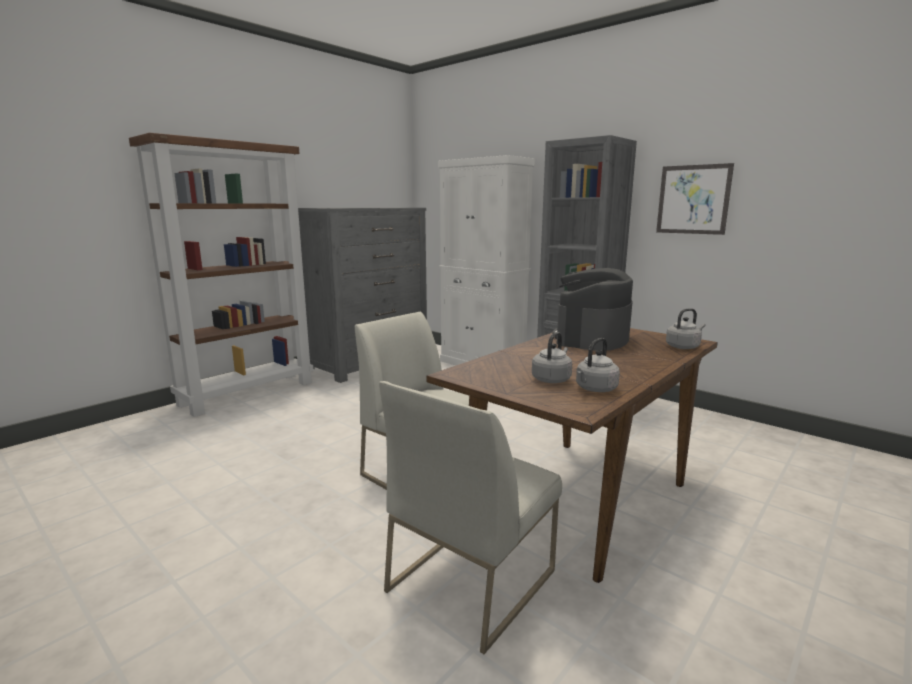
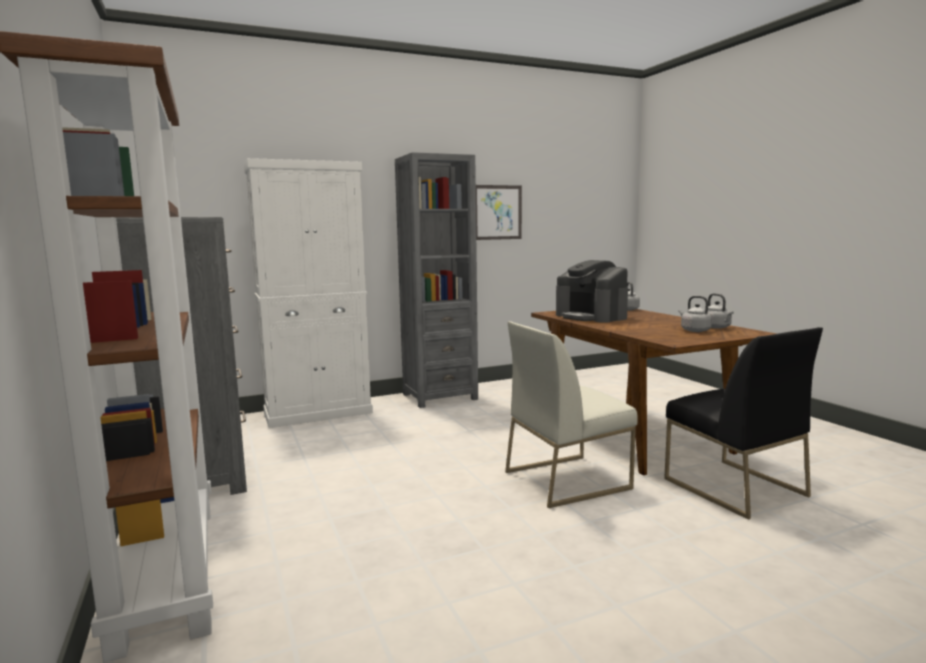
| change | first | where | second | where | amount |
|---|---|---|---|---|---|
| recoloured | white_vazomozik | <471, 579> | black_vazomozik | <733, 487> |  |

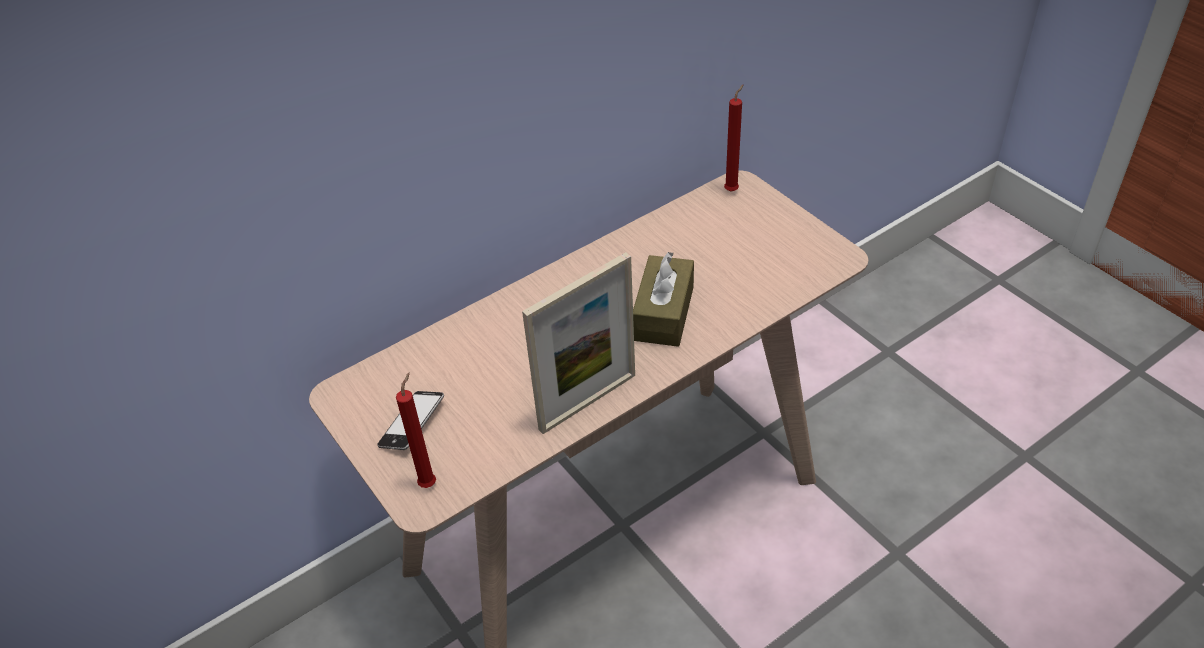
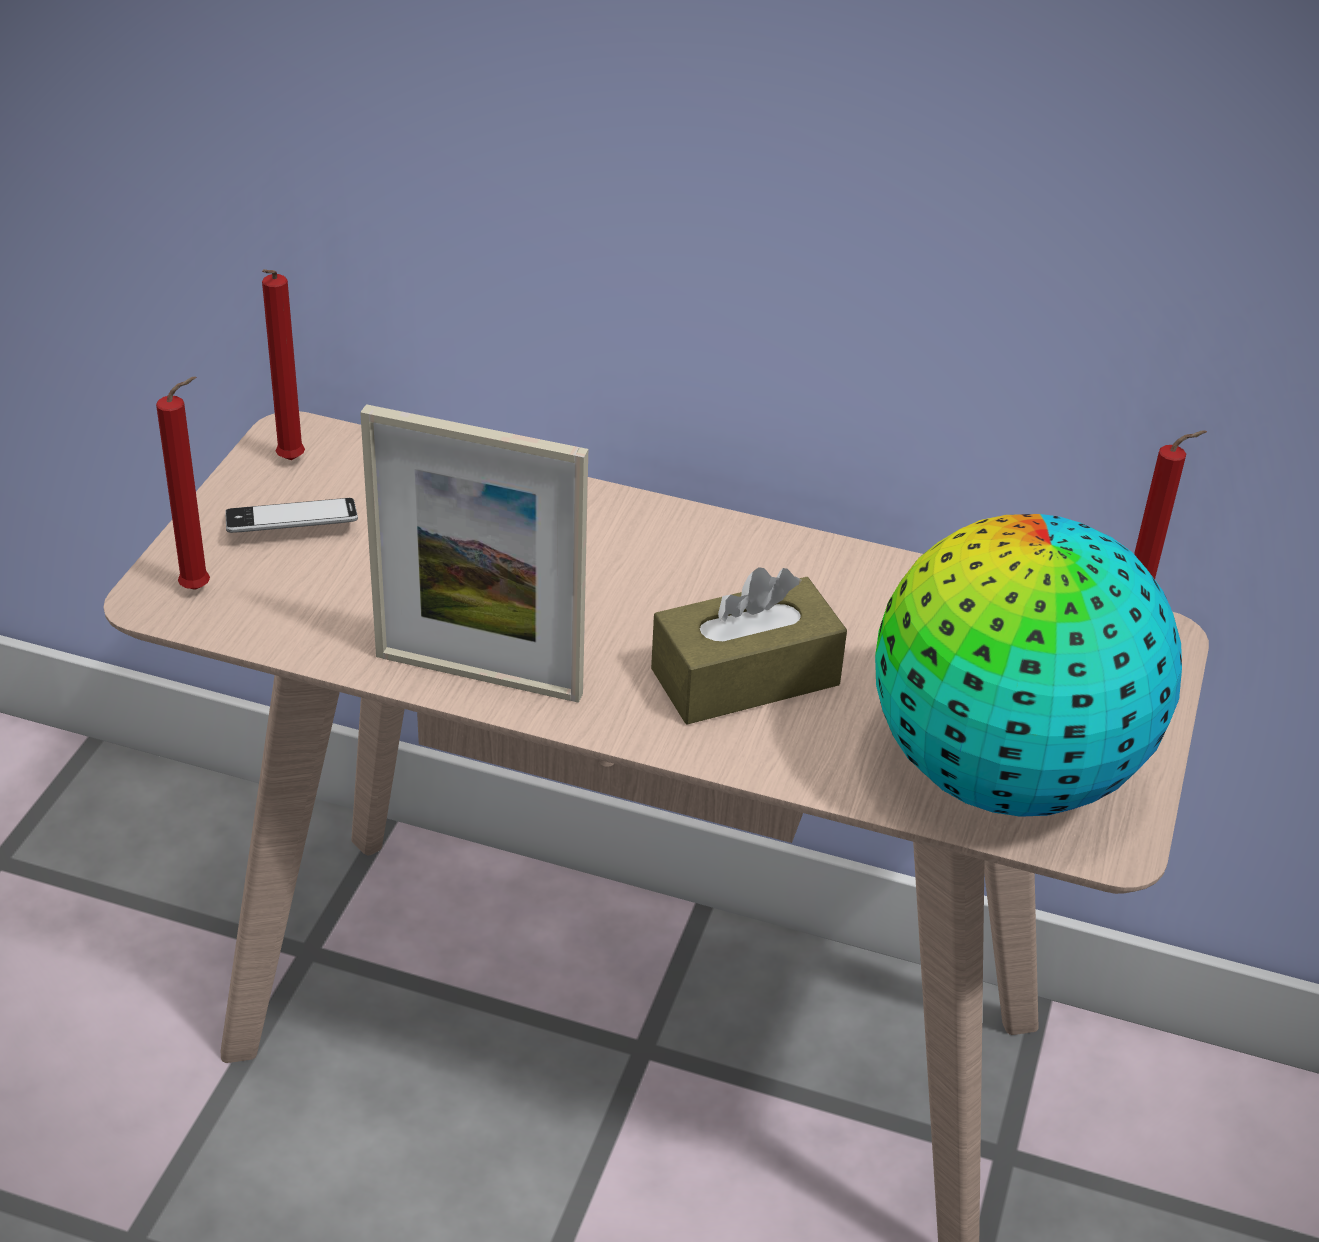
| change | first | where | second | where | amount |
|---|---|---|---|---|---|
| added |  |  | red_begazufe | <288, 462> |  |
| added |  |  | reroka | <1003, 774> |  |

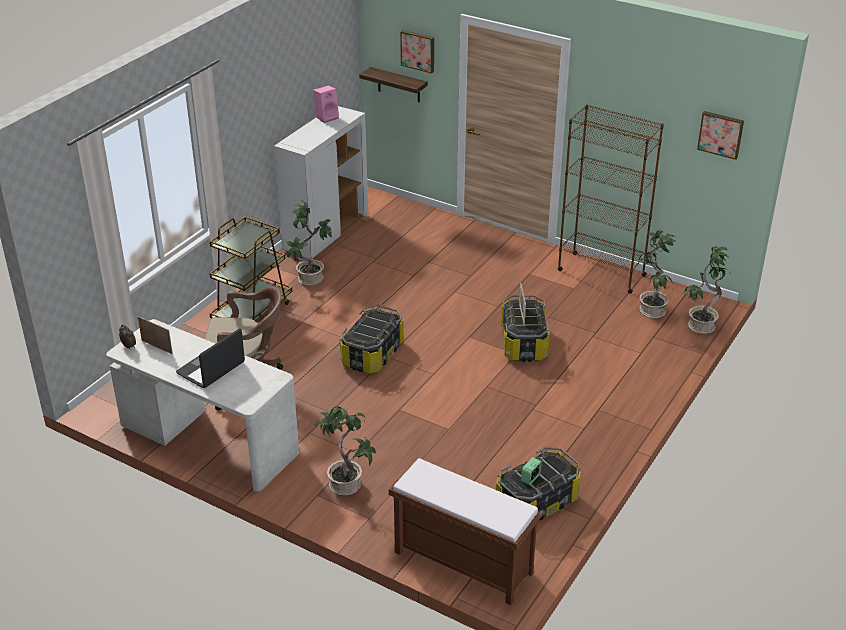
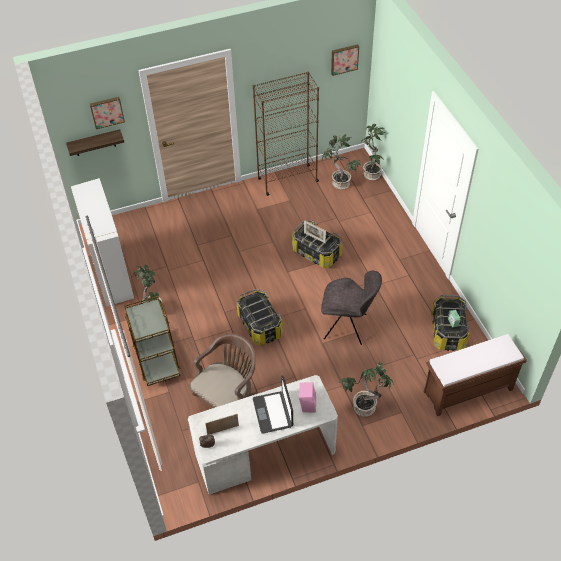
| change | first | where | second | where | amount |
|---|---|---|---|---|---|
| moved | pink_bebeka | <327, 117> |  | <307, 404> |  |
| added |  |  | grey_vazomozik | <347, 327> |  |

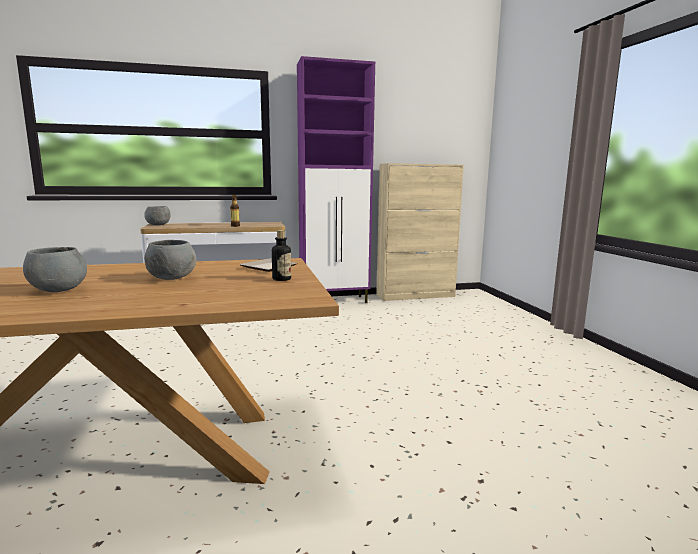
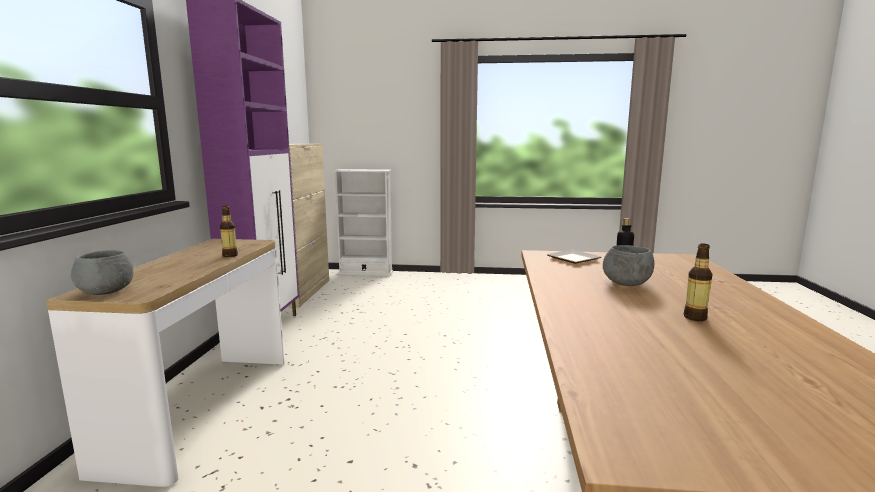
| change | first | where | second | where | amount |
|---|---|---|---|---|---|
| added |  |  | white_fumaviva | <366, 273> |  |
| replaced | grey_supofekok | <59, 290> | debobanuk | <695, 317> |  |

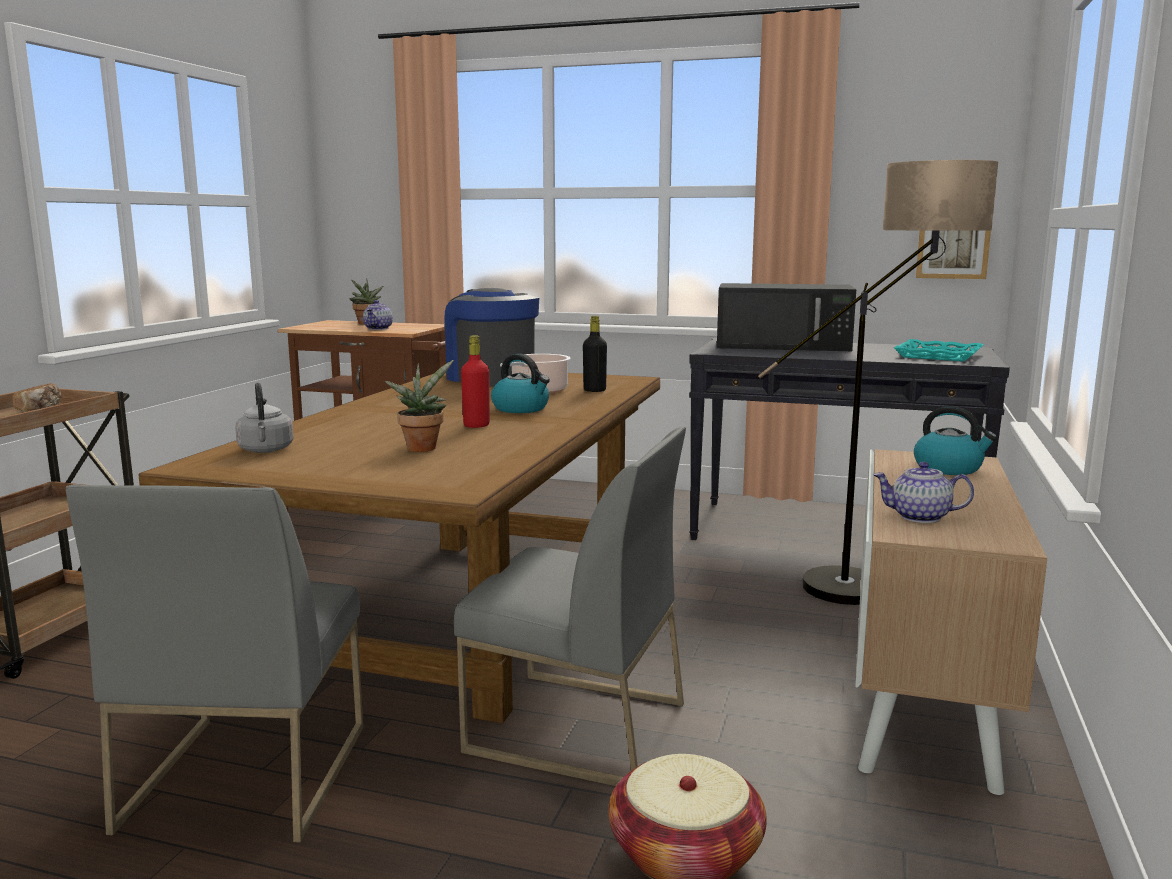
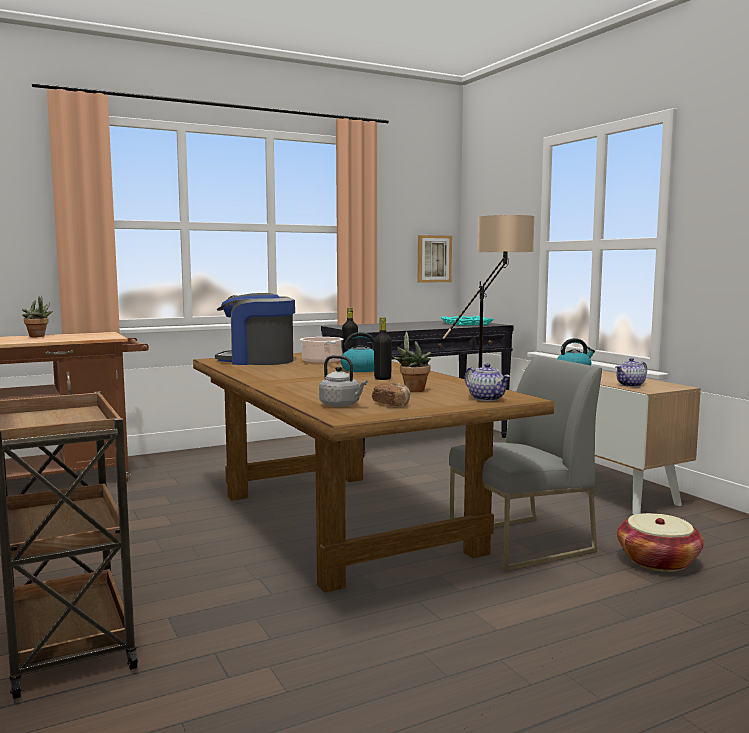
| change | first | where | second | where | amount |
|---|---|---|---|---|---|
| moved | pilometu | <40, 409> |  | <392, 404> |  |
| recoloured | red_debobanuk | <476, 425> | black_debobanuk | <382, 378> |  |
| moved | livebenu | <378, 328> |  | <487, 398> |  |
| removed | grey_vazomozik | <246, 774> |  |  |  |
| removed | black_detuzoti | <785, 345> |  |  |  |

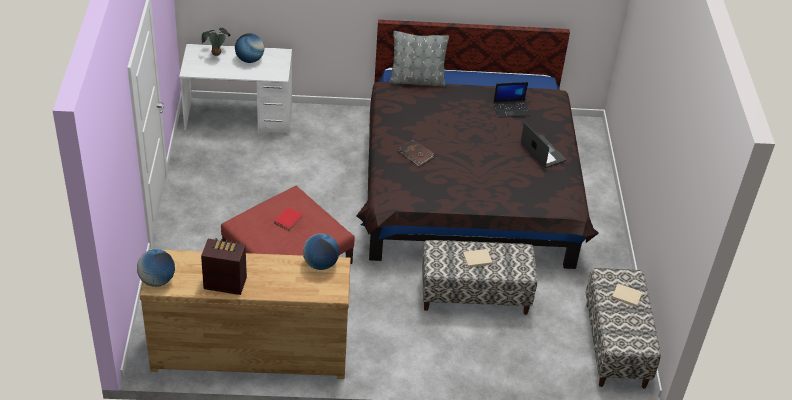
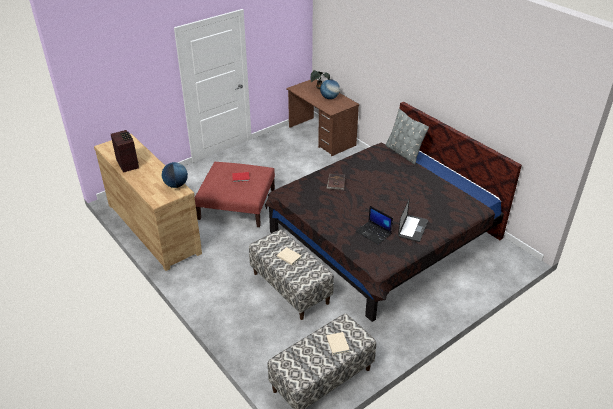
| change | first | where | second | where | amount |
|---|---|---|---|---|---|
| recoloured | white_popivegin | <239, 117> | brown_popivegin | <321, 136> |  |
| moved | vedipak | <512, 109> |  | <374, 233> |  |
| removed | reroka | <157, 280> |  |  |  |

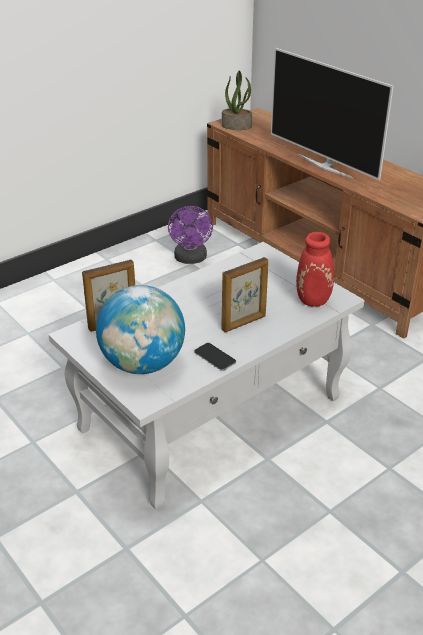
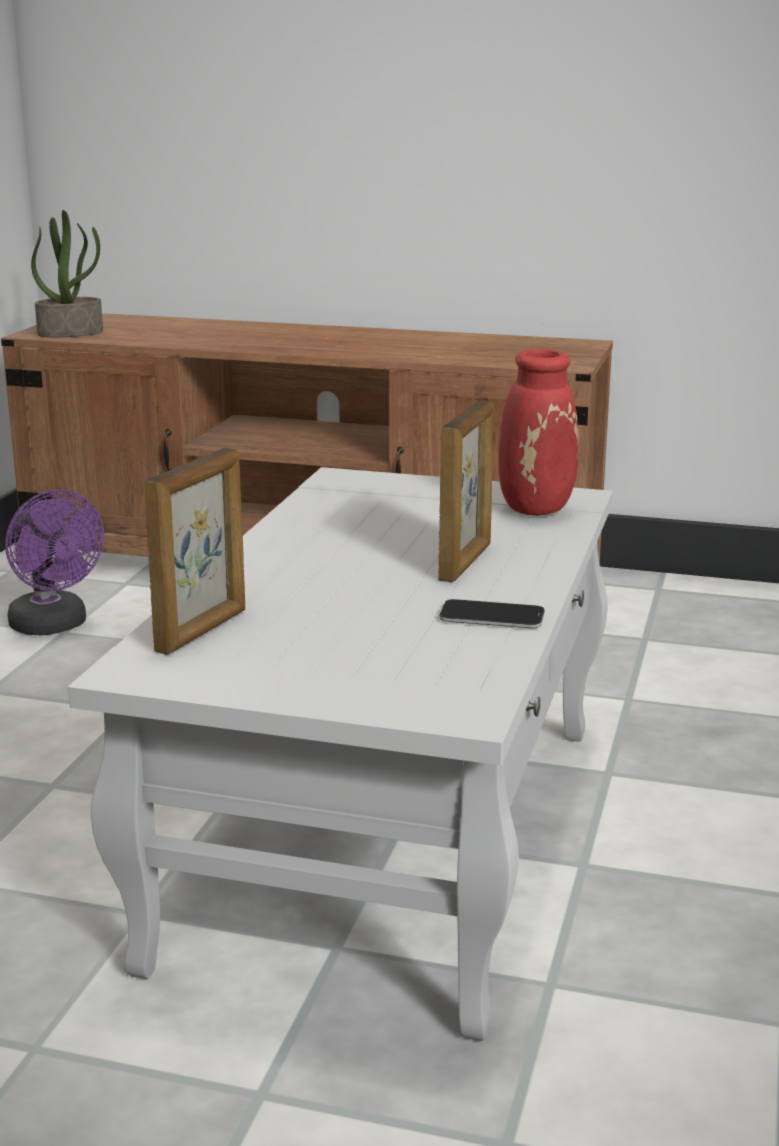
| change | first | where | second | where | amount |
|---|---|---|---|---|---|
| removed | reroka | <143, 364> |  |  |  |
| removed | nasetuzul | <325, 166> |  |  |  |

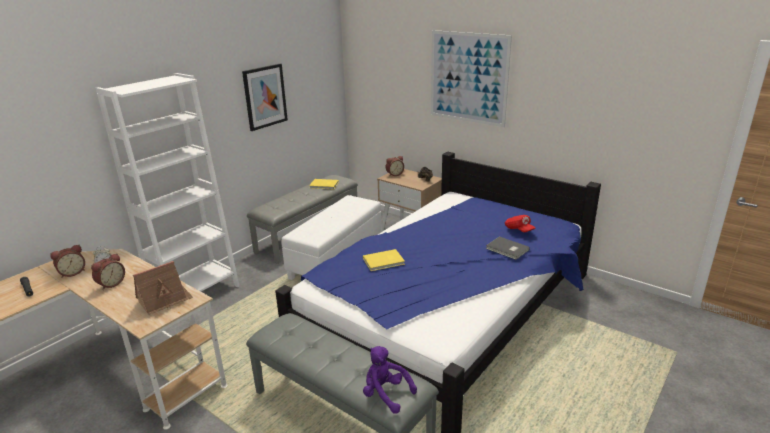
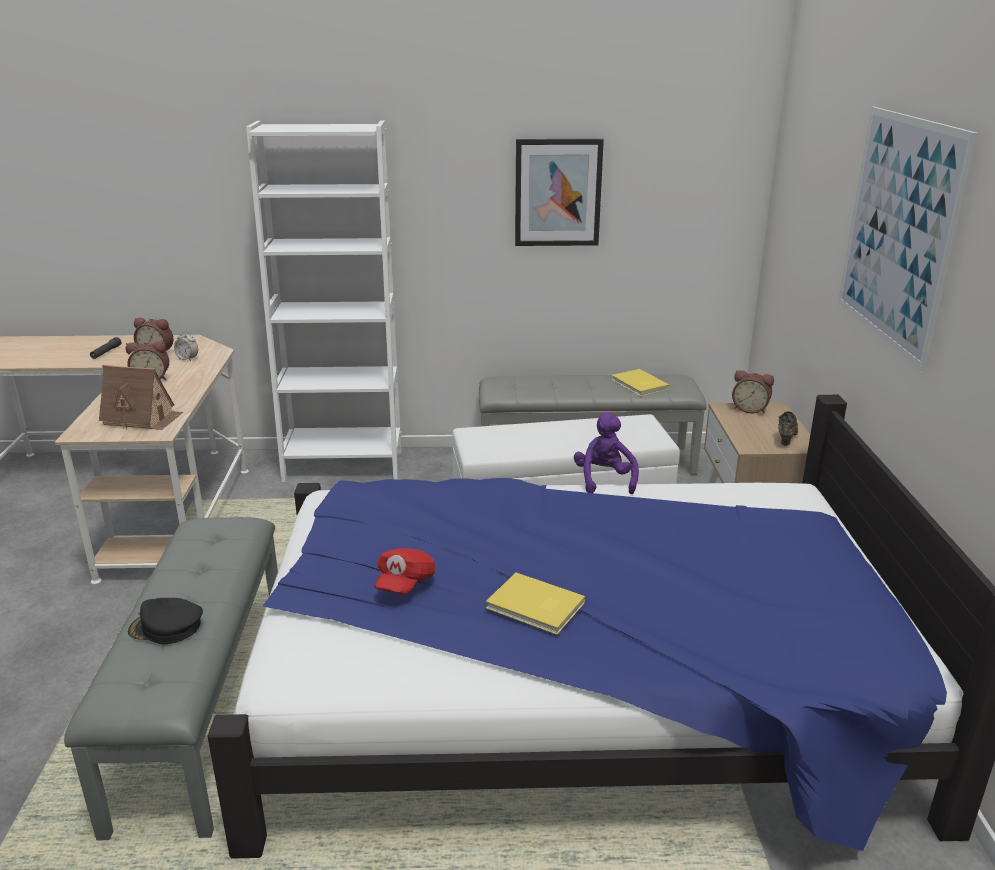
| change | first | where | second | where | amount |
|---|---|---|---|---|---|
| added |  |  | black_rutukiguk | <166, 627> |  |
| moved | red_rutukiguk | <519, 230> |  | <405, 583> |  |
| moved | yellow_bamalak | <384, 261> |  | <535, 607> |  |
| moved | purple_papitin | <385, 394> |  | <604, 480> |  |
| removed | grey_bamalak | <507, 249> |  |  |  |

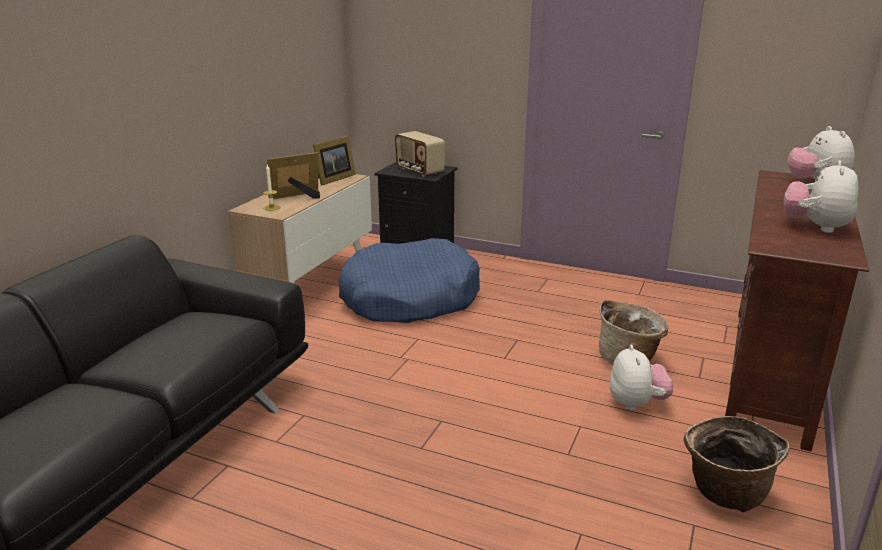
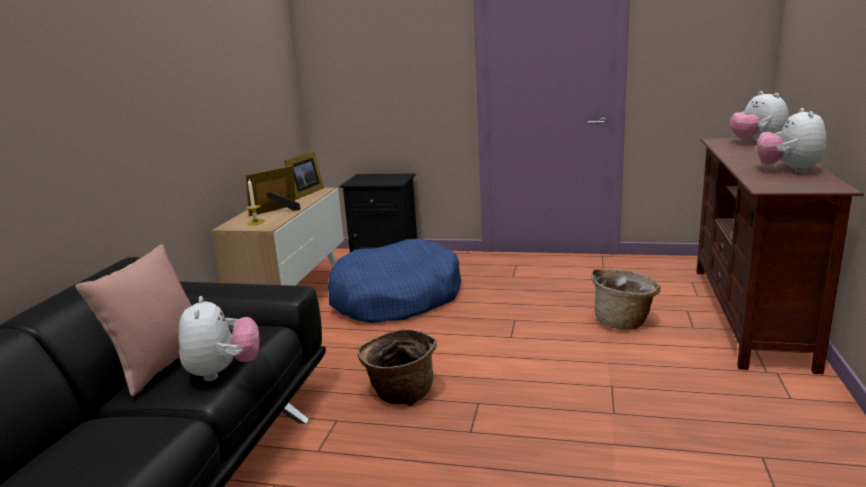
| change | first | where | second | where | amount |
|---|---|---|---|---|---|
| added |  |  | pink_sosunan | <161, 364> |  |
| moved | papitin | <636, 403> |  | <223, 372> |  |
| moved | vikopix | <724, 493> |  | <400, 394> |  |
| removed | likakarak | <419, 171> |  |  |  |

